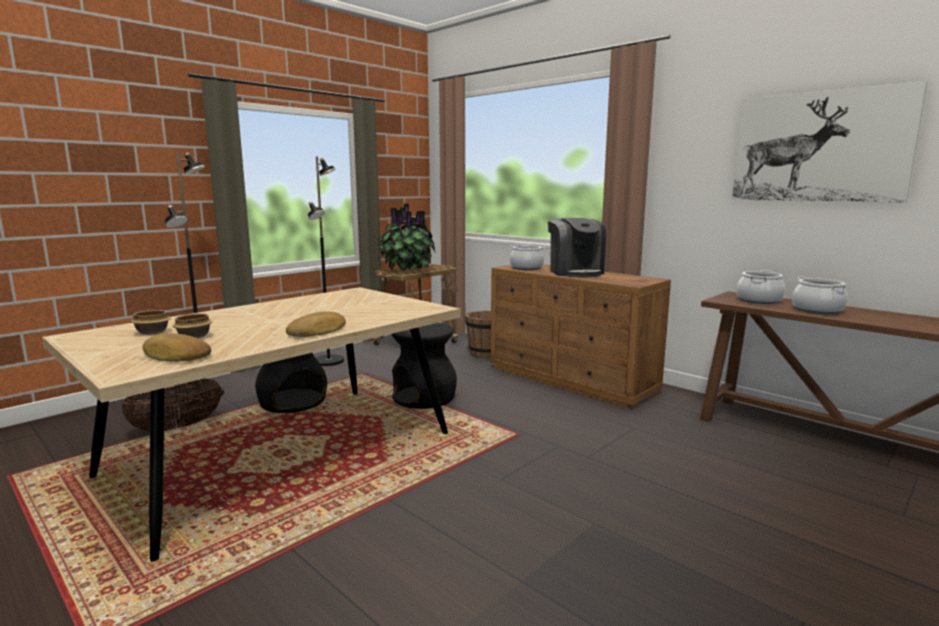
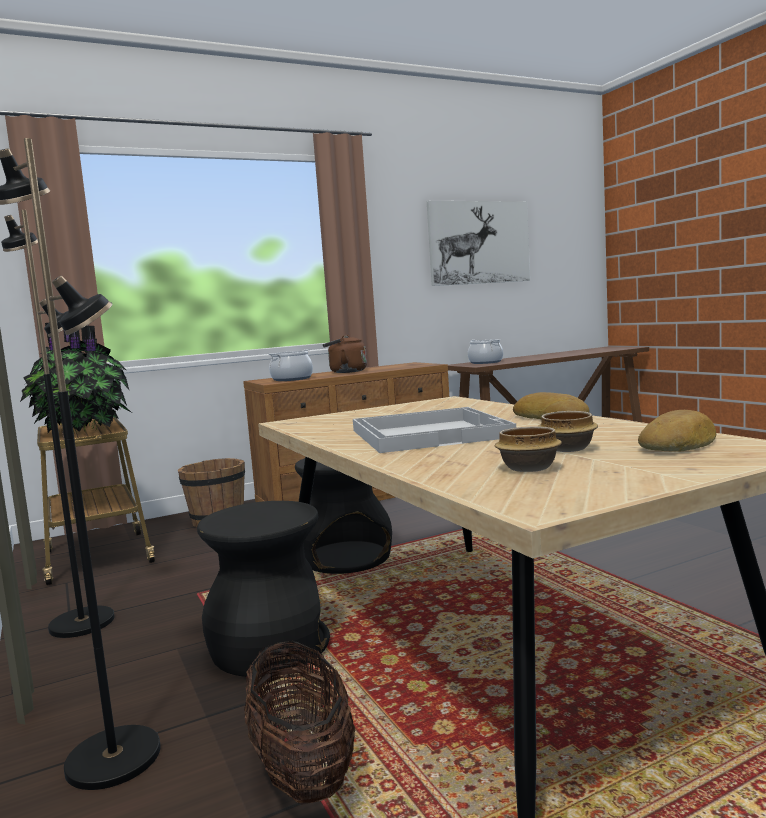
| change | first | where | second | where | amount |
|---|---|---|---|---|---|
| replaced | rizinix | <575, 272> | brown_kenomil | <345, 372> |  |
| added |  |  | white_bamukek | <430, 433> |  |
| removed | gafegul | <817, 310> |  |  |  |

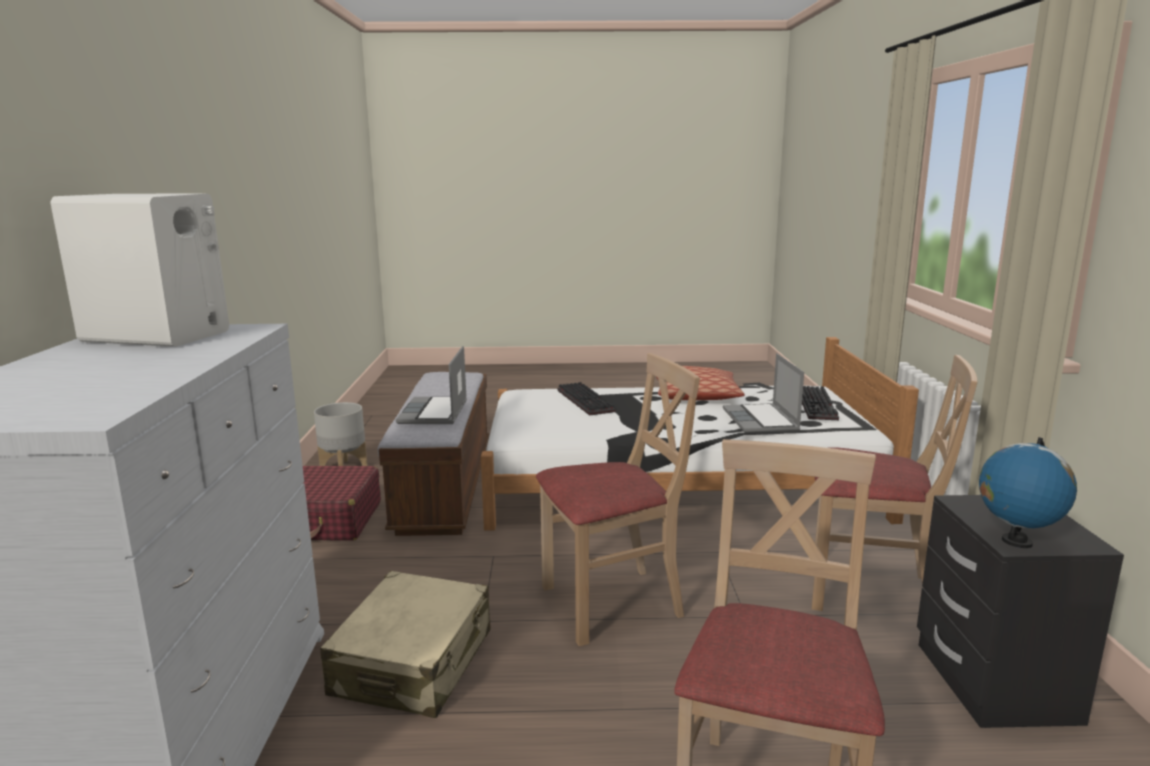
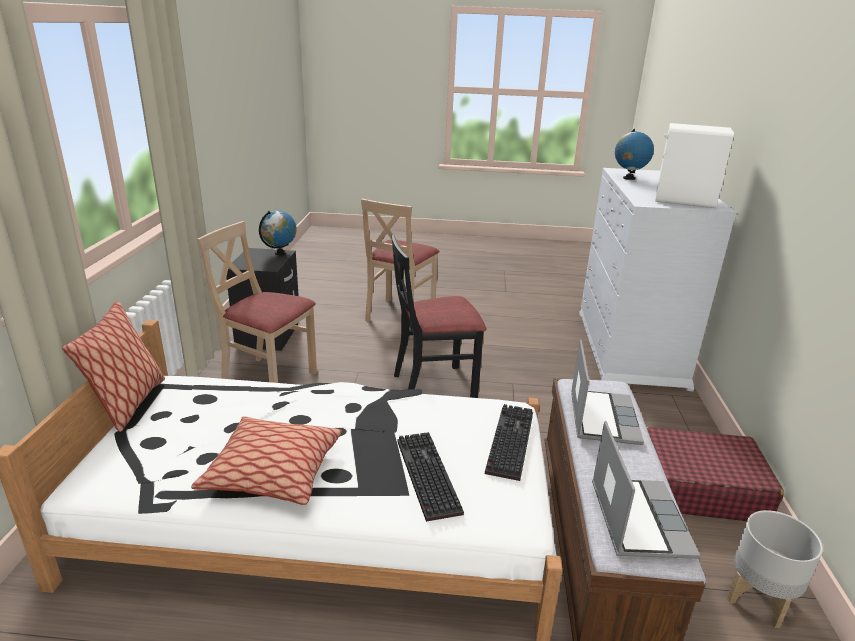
| change | first | where | second | where | amount |
|---|---|---|---|---|---|
| added |  |  | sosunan | <129, 404> |  |
| recoloured | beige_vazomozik | <611, 603> | black_vazomozik | <434, 386> |  |
| moved | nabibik | <818, 406> |  | <508, 441> |  |
| moved | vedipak | <761, 420> |  | <637, 518> |  |
| added |  |  | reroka | <628, 178> |  |
| removed | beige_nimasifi | <414, 663> |  |  |  |

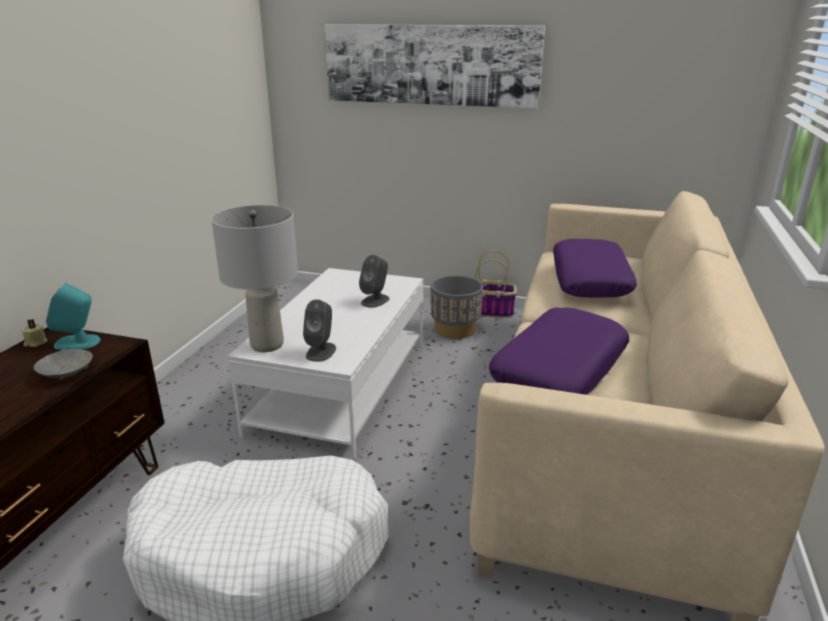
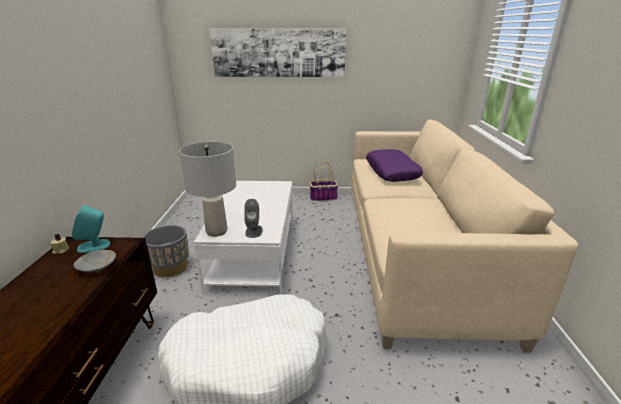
| change | first | where | second | where | amount |
|---|---|---|---|---|---|
| moved | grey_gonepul | <455, 329> |  | <170, 268> |  |
| removed | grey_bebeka | <375, 300> |  |  |  |
| removed | purple_sosunan | <559, 369> |  |  |  |

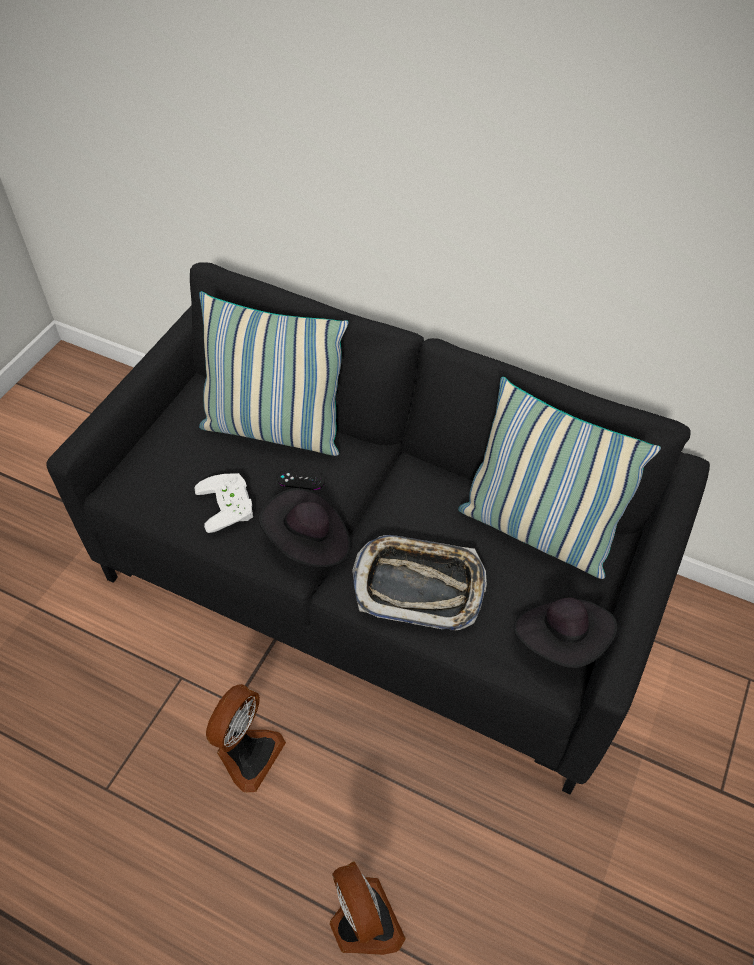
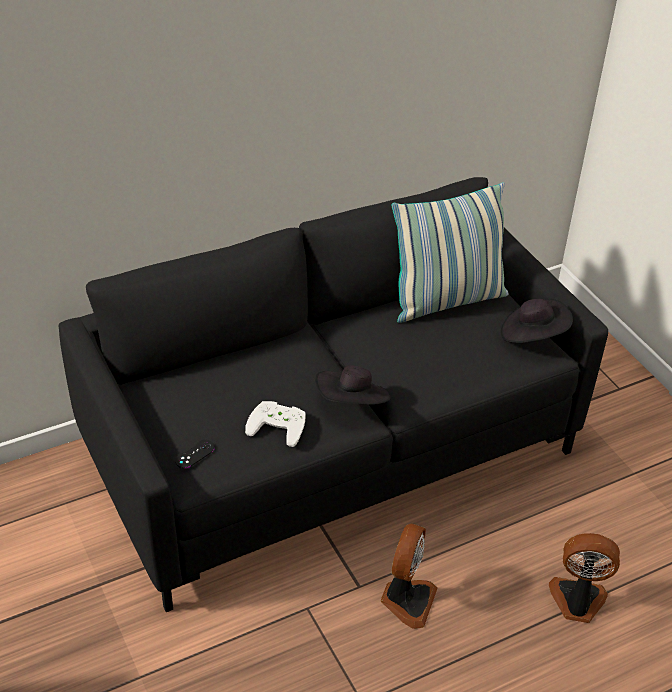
| change | first | where | second | where | amount |
|---|---|---|---|---|---|
| moved | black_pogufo | <301, 480> |  | <195, 454> |  |
| turned | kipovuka | <247, 754> |  | <406, 600> | 45 degrees clockwise |
| removed | sosunan | <274, 429> |  |  |  |
| removed | bamukek | <419, 586> |  |  |  |

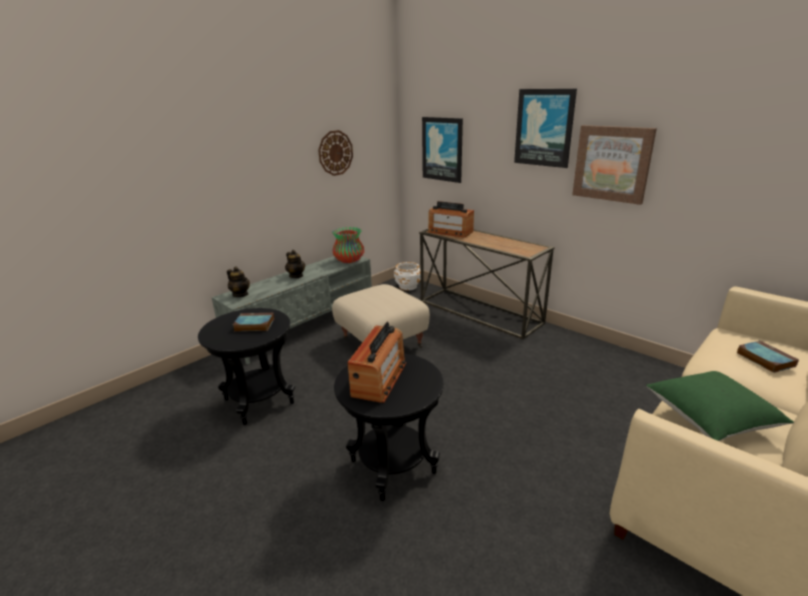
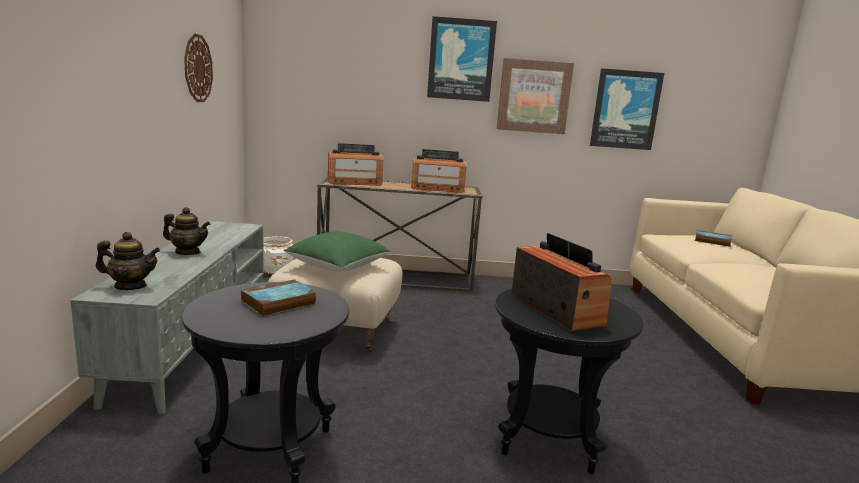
| change | first | where | second | where | amount |
|---|---|---|---|---|---|
| moved | green_sosunan | <710, 419> |  | <338, 267> |  |
| added |  |  | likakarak | <437, 188> |  |
| moved | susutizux | <442, 149> |  | <625, 109> |  |
| removed | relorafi | <348, 260> |  |  |  |

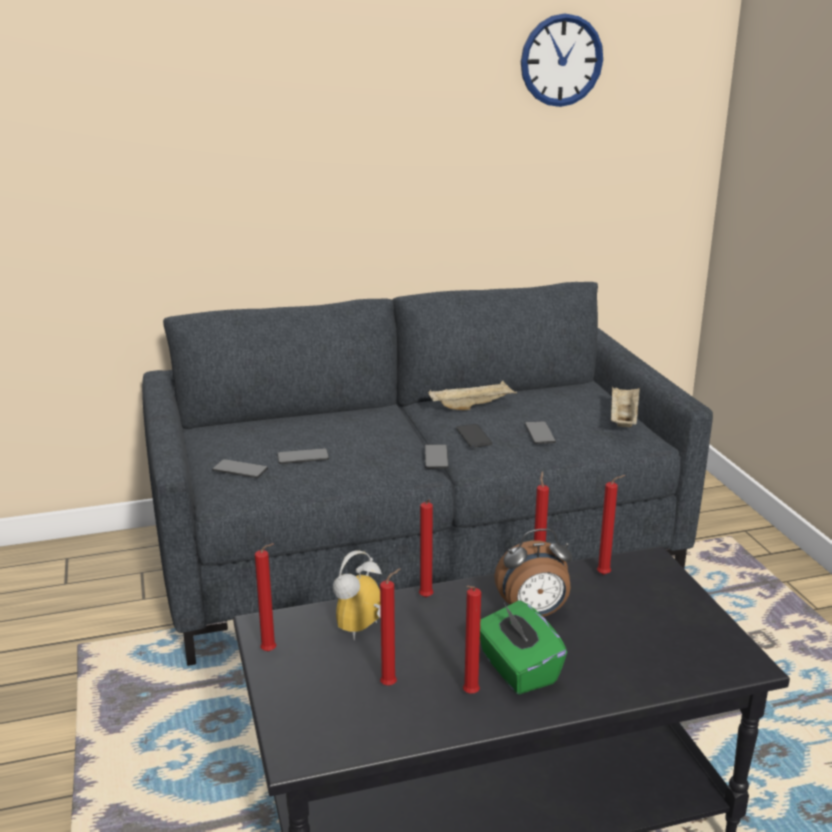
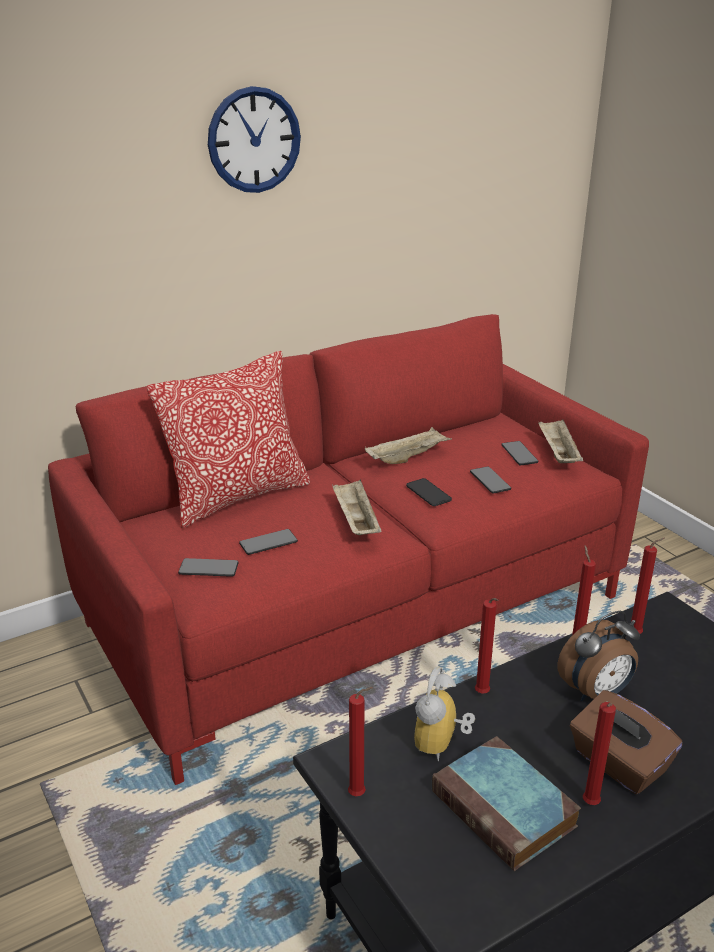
| change | first | where | second | where | amount |
|---|---|---|---|---|---|
| recoloured | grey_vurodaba | <415, 554> | red_vurodaba | <356, 611> |  |
| added |  |  | sosunan | <238, 496> |  |
| moved | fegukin | <561, 60> |  | <254, 140> |  |
| added |  |  | beige_bamukek | <355, 521> |  |
| replaced | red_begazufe | <391, 685> | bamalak | <506, 810> |  |
| moved | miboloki | <436, 457> |  | <519, 454> |  |
| recoloured | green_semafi | <517, 669> | brown_semafi | <618, 763> |  |

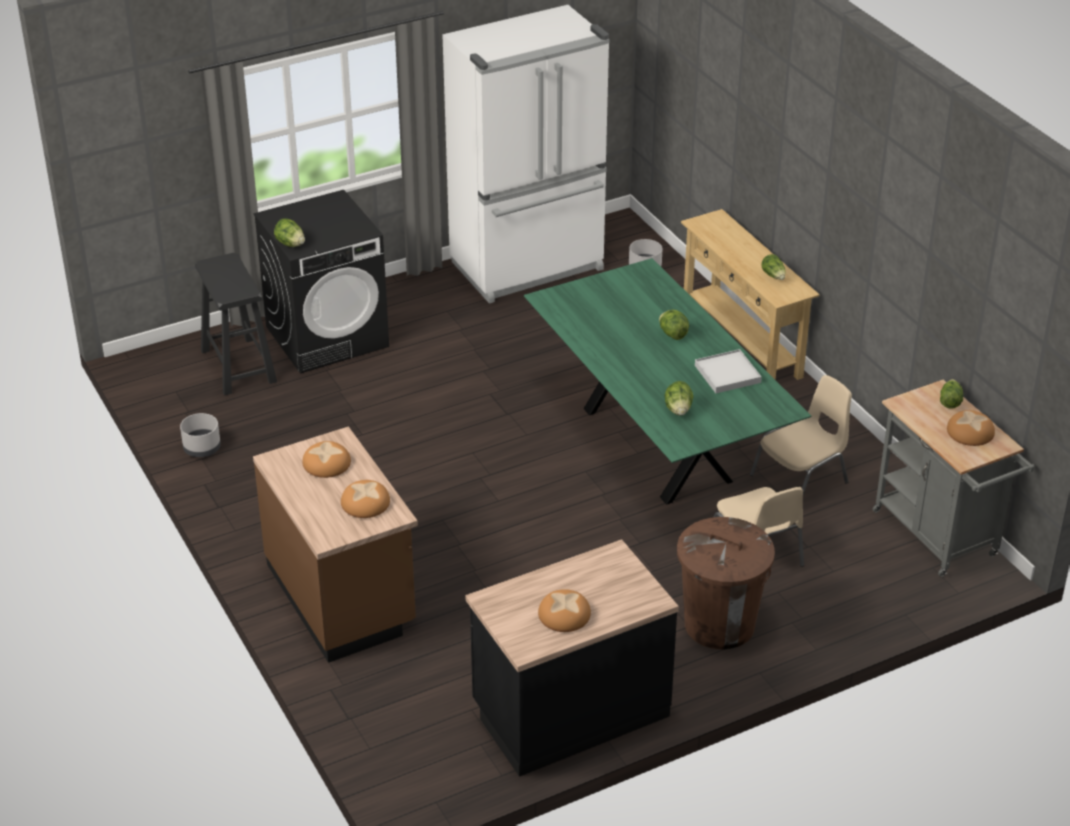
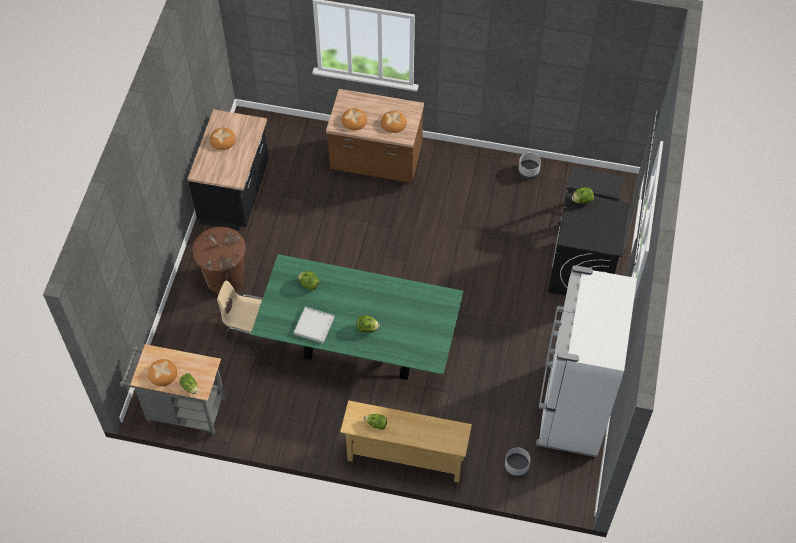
| change | first | where | second | where | amount |
|---|---|---|---|---|---|
| removed | beige_vazomozik | <801, 479> |  |  |  |

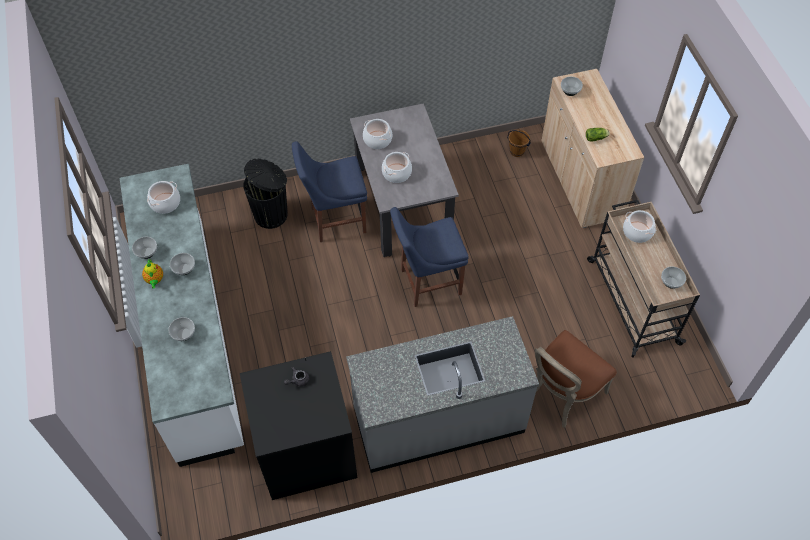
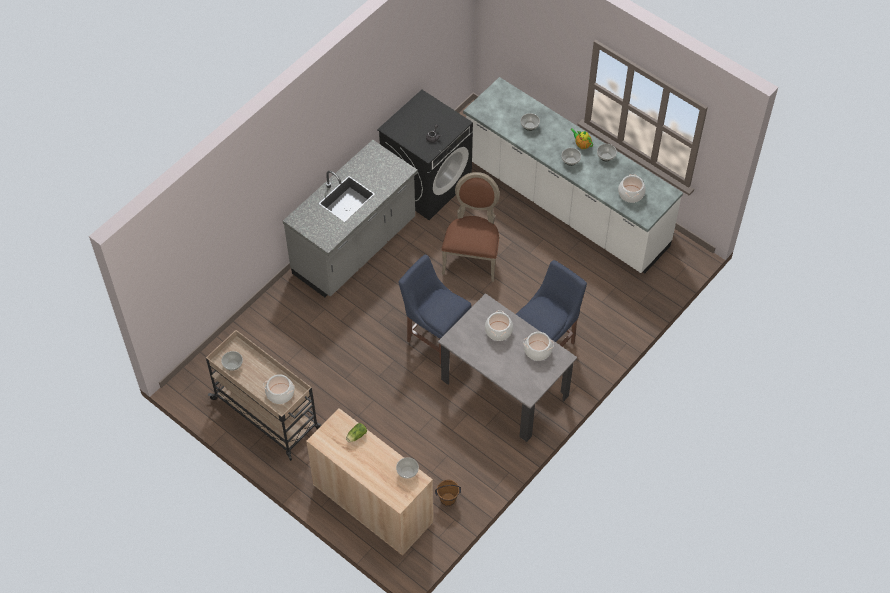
| change | first | where | second | where | amount |
|---|---|---|---|---|---|
| turned | blue_vazomozik | <427, 282> |  | <435, 336> | 90 degrees counterclockwise |
| moved | brown_vazomozik | <562, 394> |  | <472, 255> |  |
| removed | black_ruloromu | <272, 214> |  |  |  |

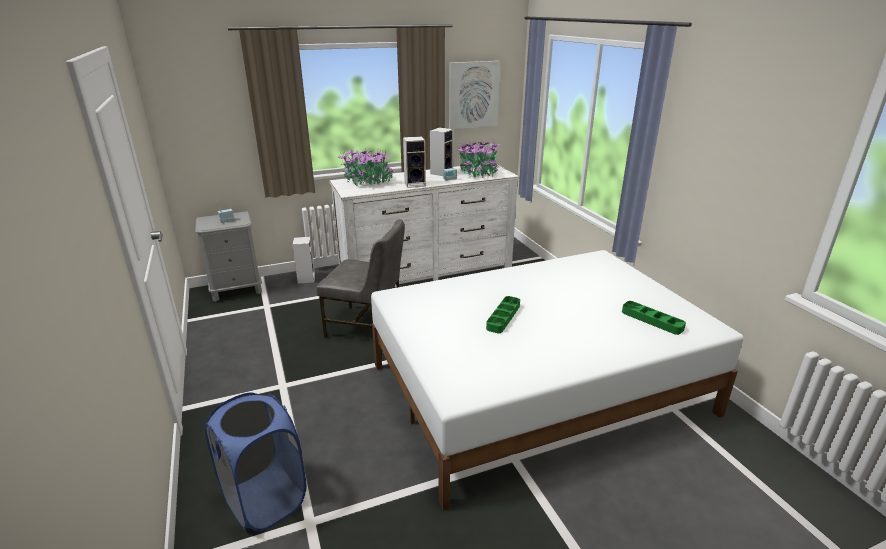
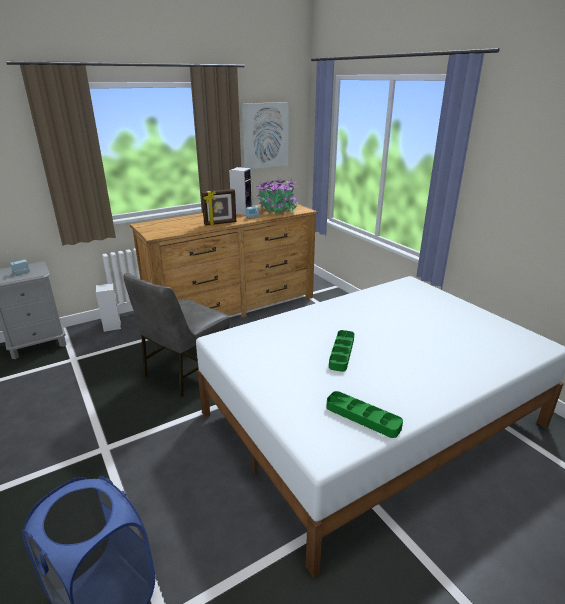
| change | first | where | second | where | amount |
|---|---|---|---|---|---|
| turned | grey_vazomozik | <367, 327> |  | <185, 371> | 120 degrees clockwise |
| recoloured | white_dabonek | <426, 269> | brown_dabonek | <233, 306> |  |
| replaced | bebeka | <415, 184> | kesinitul | <220, 223> |  |
| moved | green_bamukek | <652, 320> |  | <362, 417> |  |
| removed | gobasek | <367, 182> |  |  |  |

